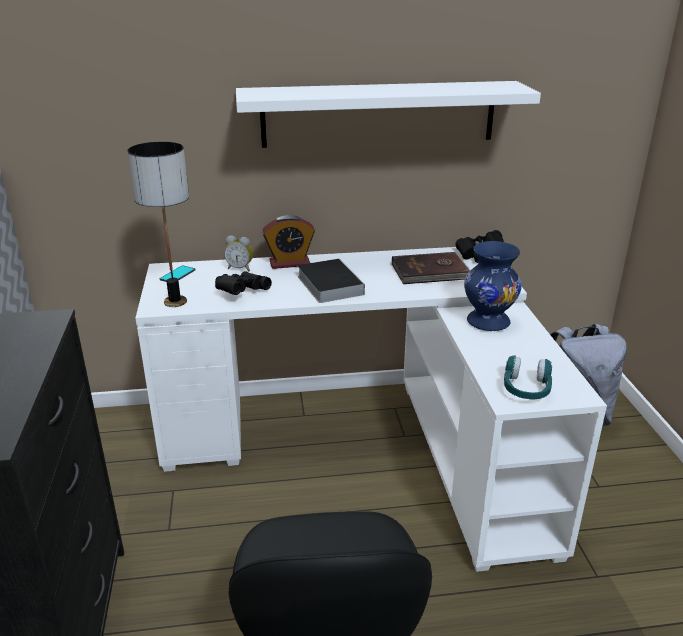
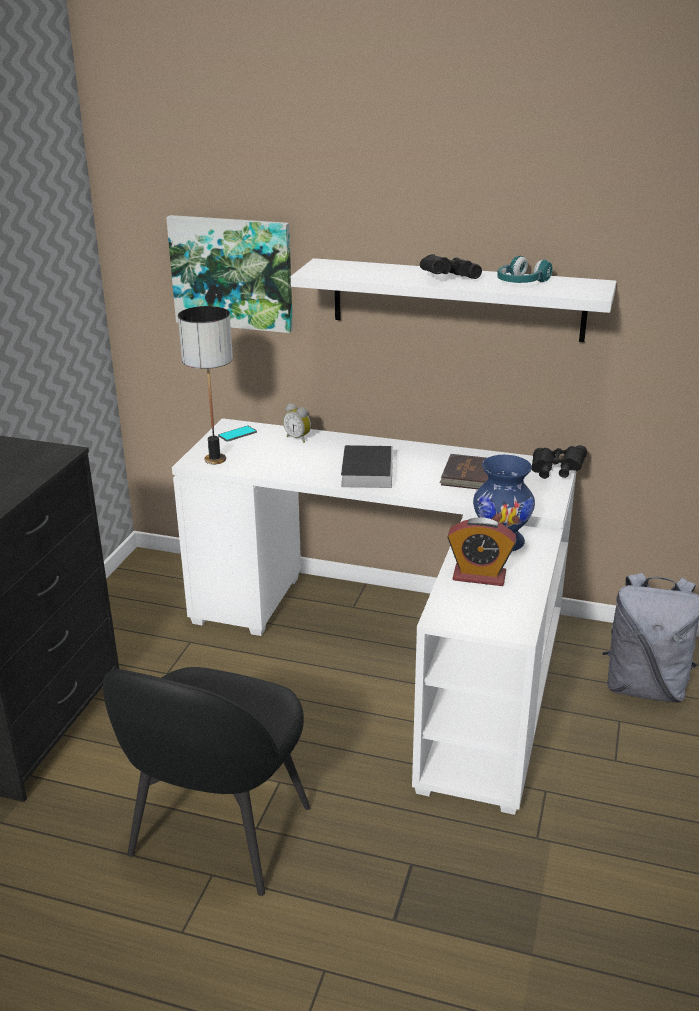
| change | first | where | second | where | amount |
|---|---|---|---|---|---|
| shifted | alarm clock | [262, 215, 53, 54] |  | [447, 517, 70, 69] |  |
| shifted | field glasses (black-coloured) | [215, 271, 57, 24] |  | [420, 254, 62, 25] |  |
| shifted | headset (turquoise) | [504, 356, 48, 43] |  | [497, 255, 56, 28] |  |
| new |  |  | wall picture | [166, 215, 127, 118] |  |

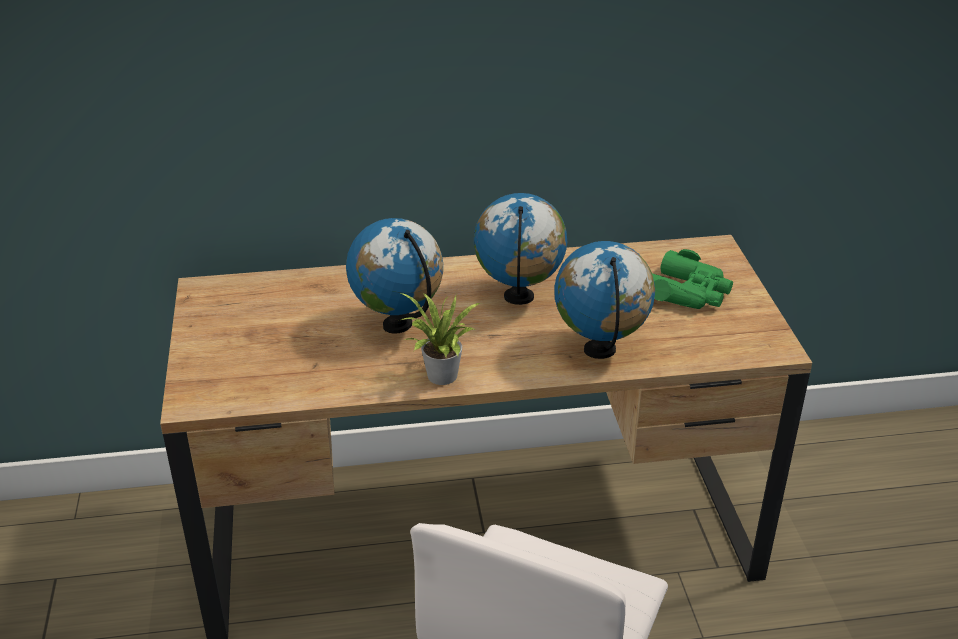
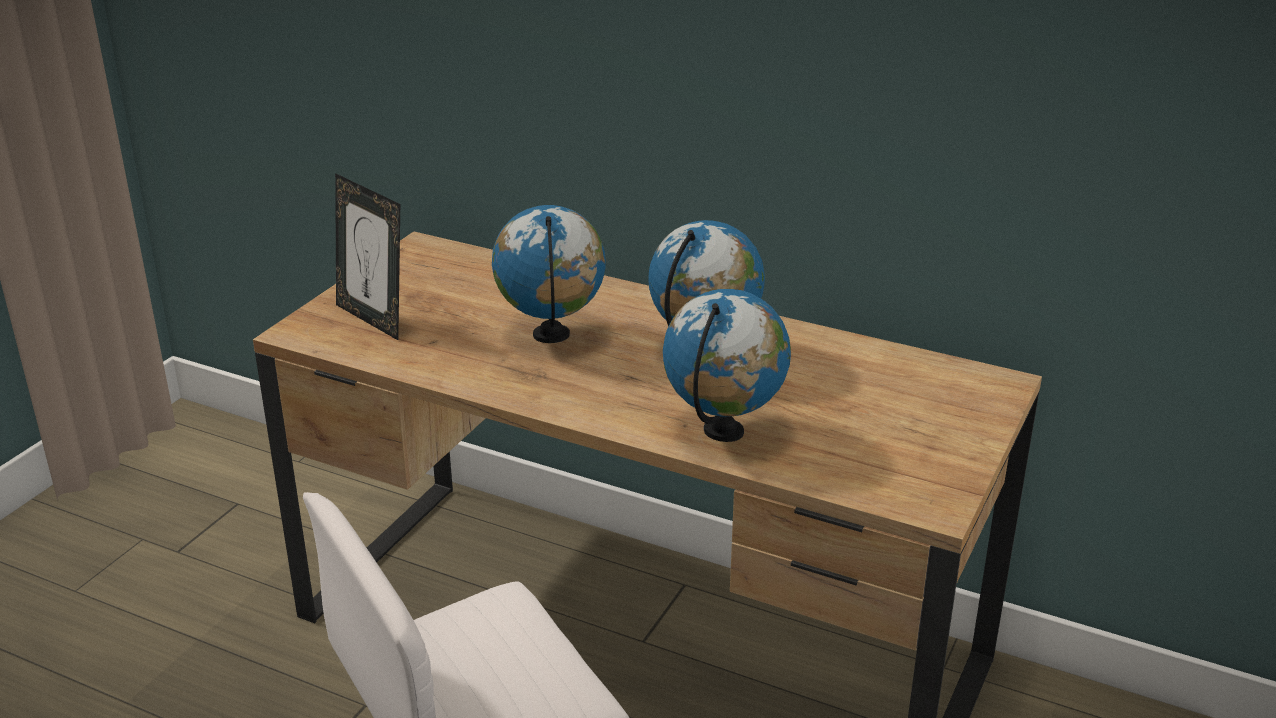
| change | first | where | second | where | amount |
|---|---|---|---|---|---|
| gone | field glasses (green-coloured) | [652, 249, 81, 60] |  |  |  |
| gone | potted plant | [399, 292, 81, 93] |  |  |  |
| new |  |  | photo frame | [335, 173, 65, 167] |  |

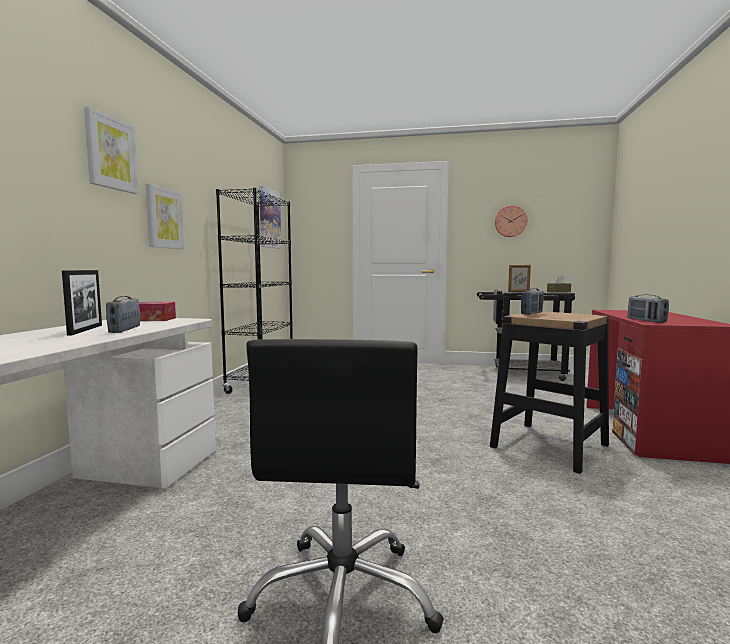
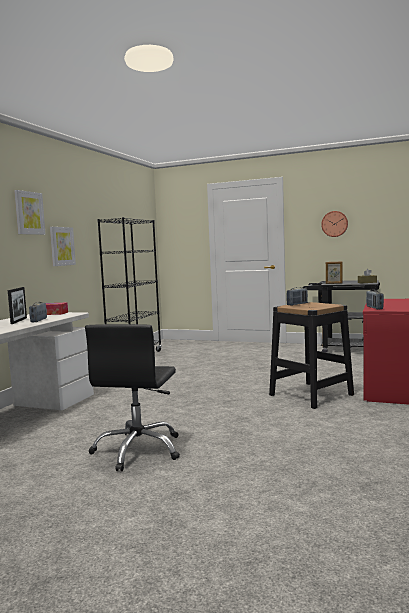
| change | first | where | second | where | amount |
|---|---|---|---|---|---|
| gone | wall picture | [259, 186, 22, 63] |  |  |  |

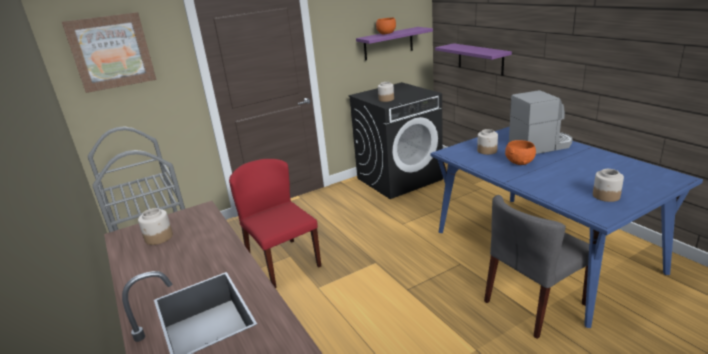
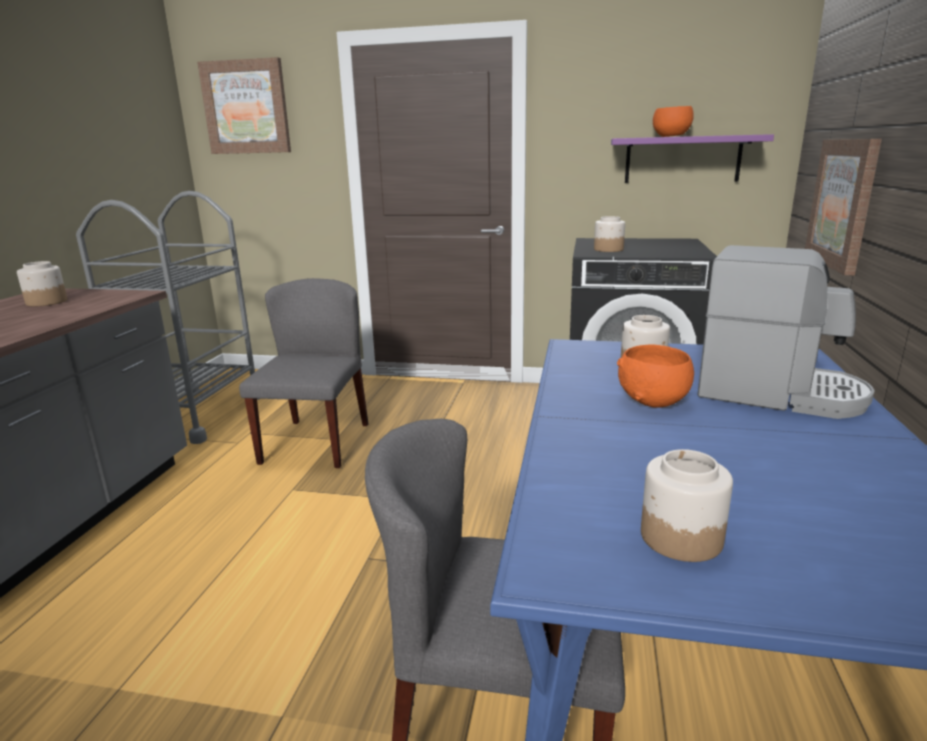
| change | first | where | second | where | amount |
|---|---|---|---|---|---|
| swapped | bracket shelf (purplish) | [435, 43, 77, 33] | wall picture | [805, 139, 77, 136] |  |
| repainted | plain chair (reddish) | [229, 159, 92, 129] | plain chair (gray) | [239, 278, 129, 190] |  |

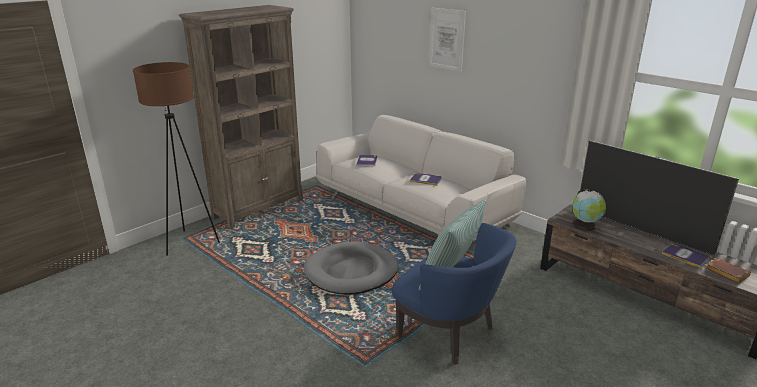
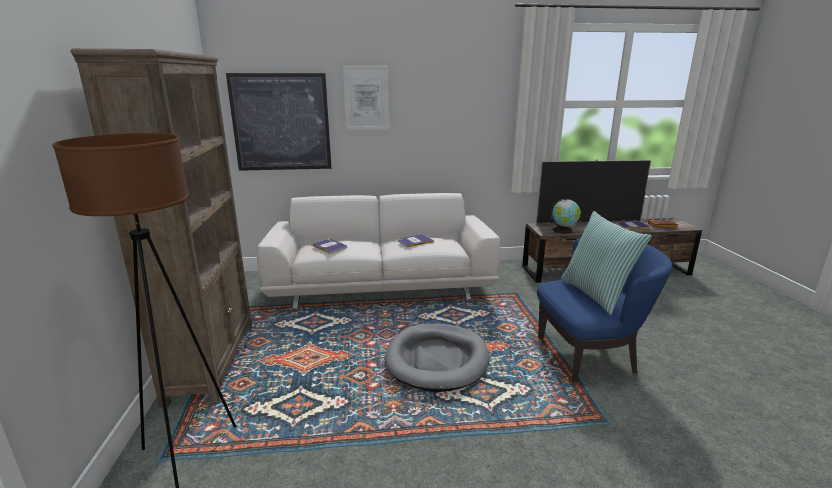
| change | first | where | second | where | amount |
|---|---|---|---|---|---|
| new |  |  | wall picture | [226, 73, 106, 98] |  |

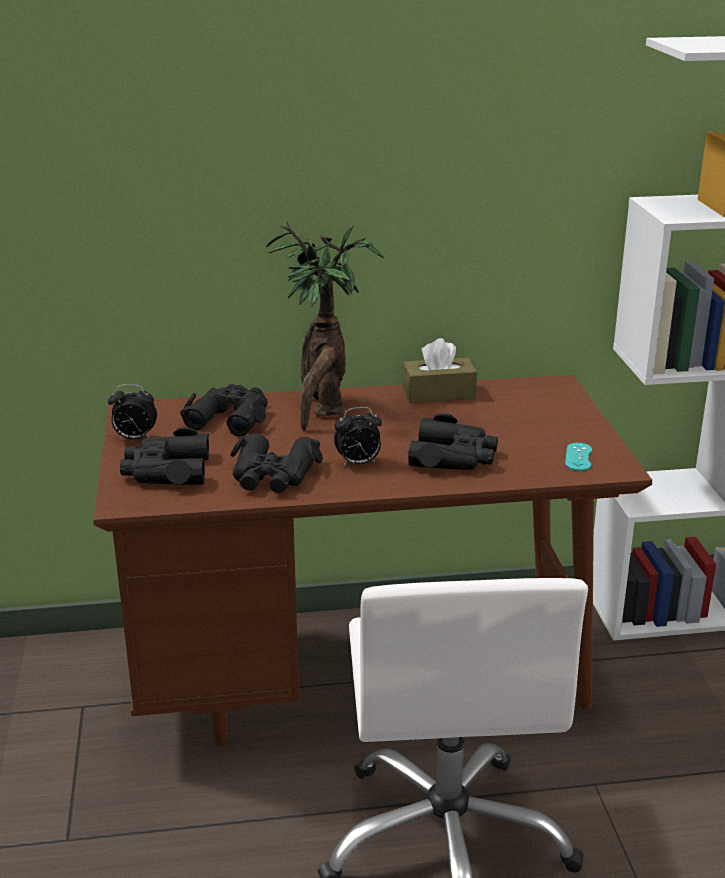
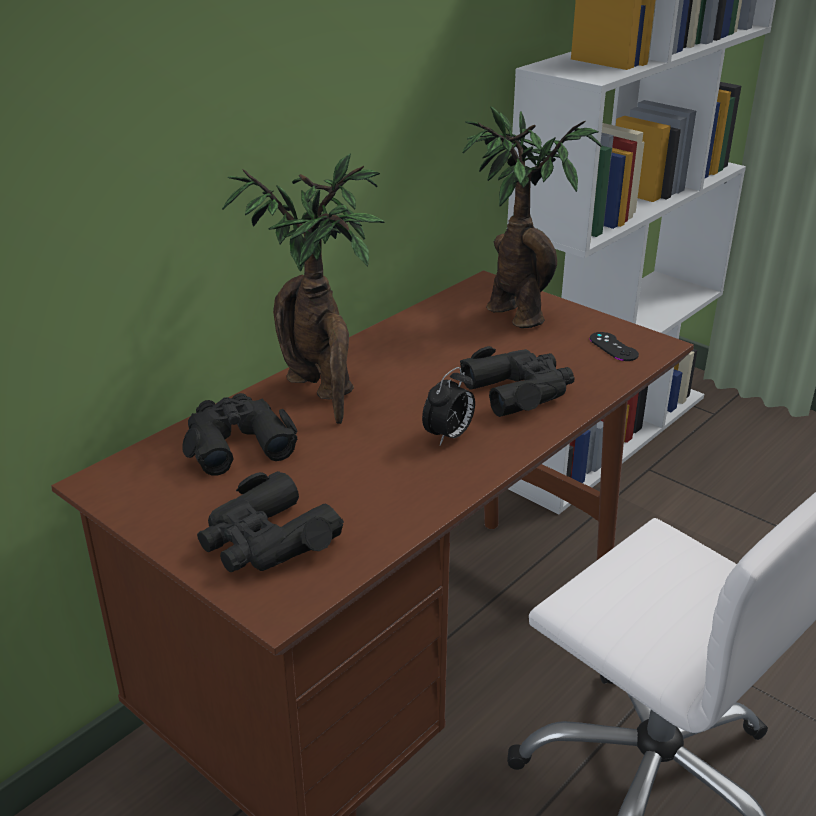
| change | first | where | second | where | amount |
|---|---|---|---|---|---|
| gone | tissue holder (brown) | [402, 338, 75, 65] |  |  |  |
| gone | alarm clock | [108, 384, 49, 56] |  |  |  |
| gone | field glasses (black-coloured) | [230, 433, 93, 60] |  |  |  |
| repainted | game controller (turquoise) | [565, 443, 27, 28] | game controller (black-coloured) | [590, 332, 49, 29] |  |
| new |  |  | potted plant | [463, 106, 139, 222] |  |

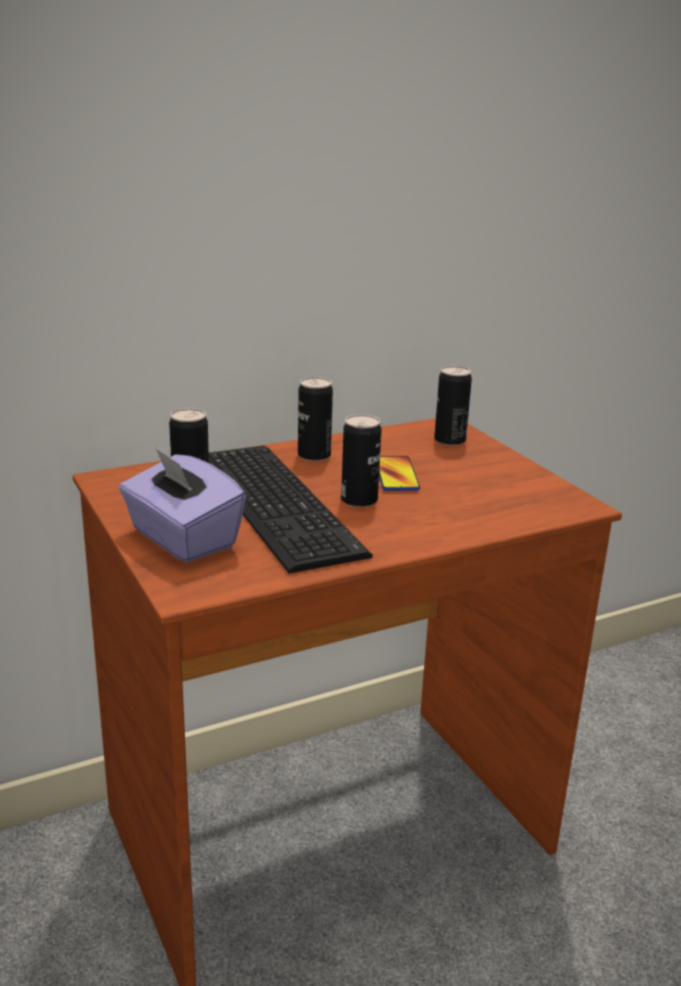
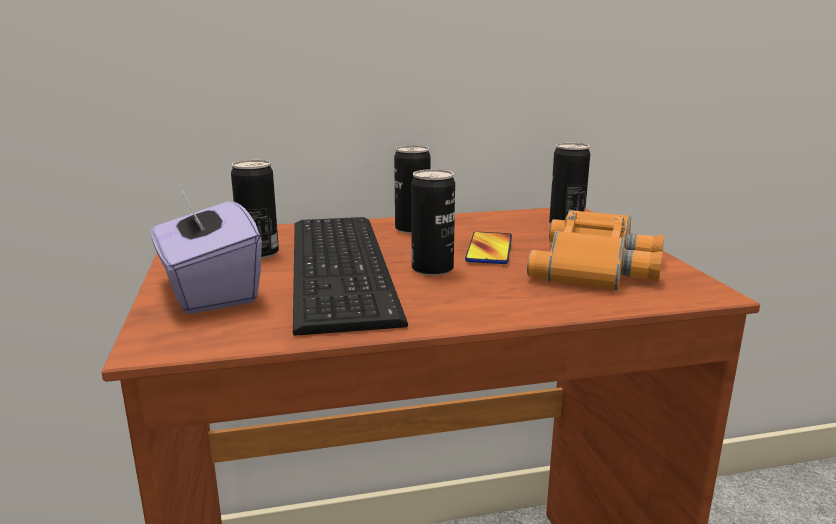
| change | first | where | second | where | amount |
|---|---|---|---|---|---|
| new |  |  | field glasses (orange) | [527, 210, 137, 80] |  |

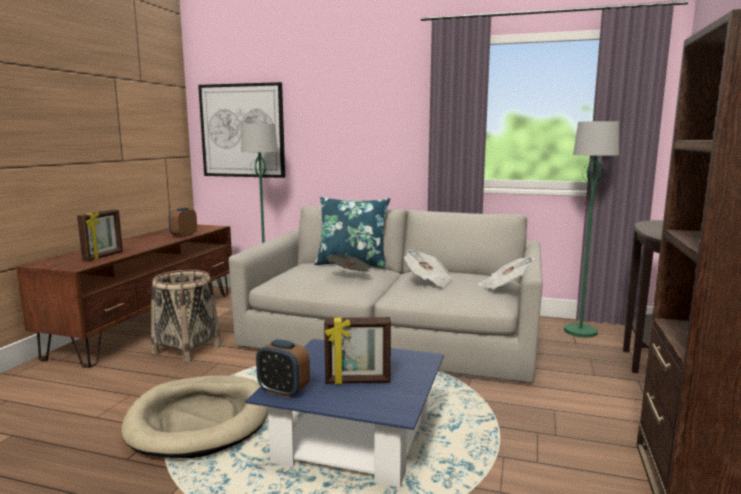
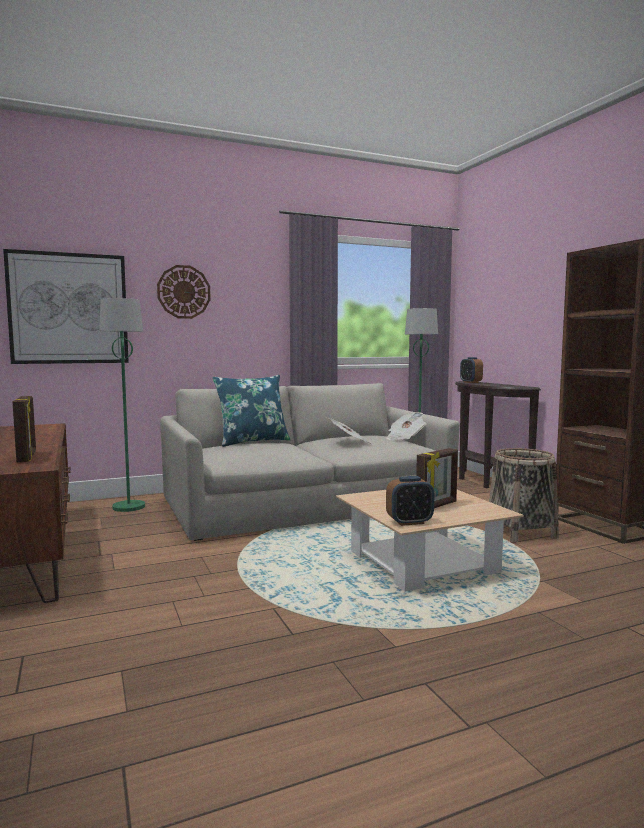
| change | first | where | second | where | amount |
|---|---|---|---|---|---|
| shifted | alarm clock | [169, 207, 28, 30] |  | [460, 357, 23, 26] |  |
| gone | newspaper | [325, 254, 46, 18] |  |  |  |
| shifted | household basket | [151, 270, 70, 93] |  | [489, 448, 70, 94] |  |
| repainted | low table (bluish) | [245, 339, 199, 148] | low table (beige-coloured) | [336, 490, 188, 101] |  |
| gone | dog cushion (beige-coloured) | [121, 376, 147, 82] |  |  |  |
| new |  |  | hanging clock | [157, 265, 54, 54] |  |

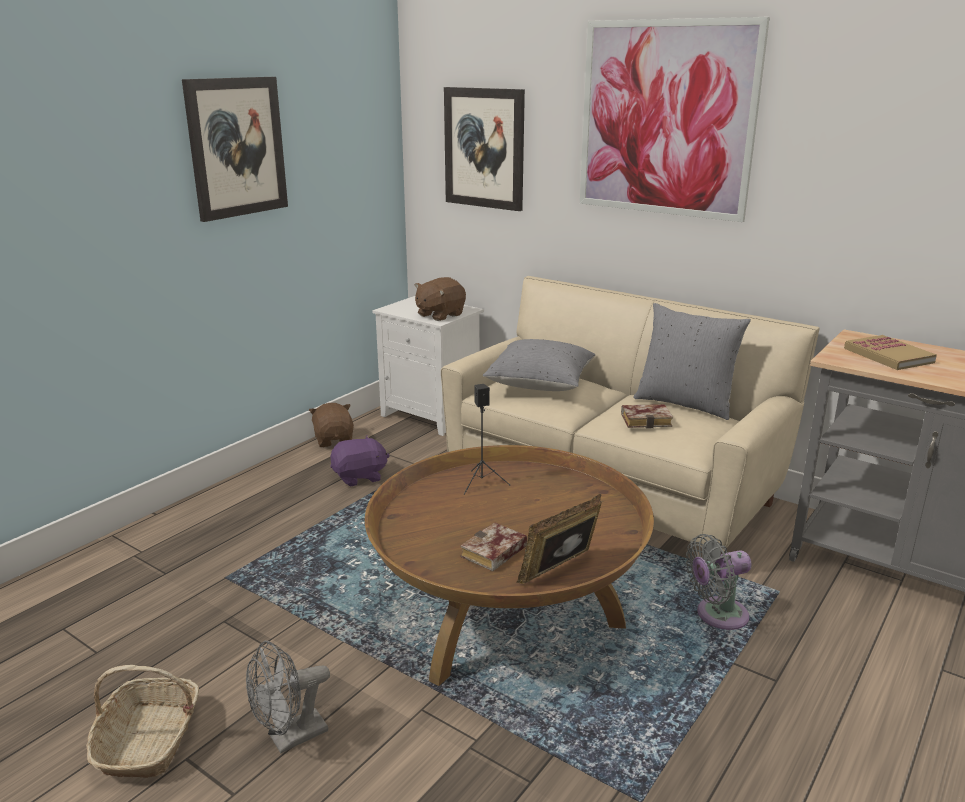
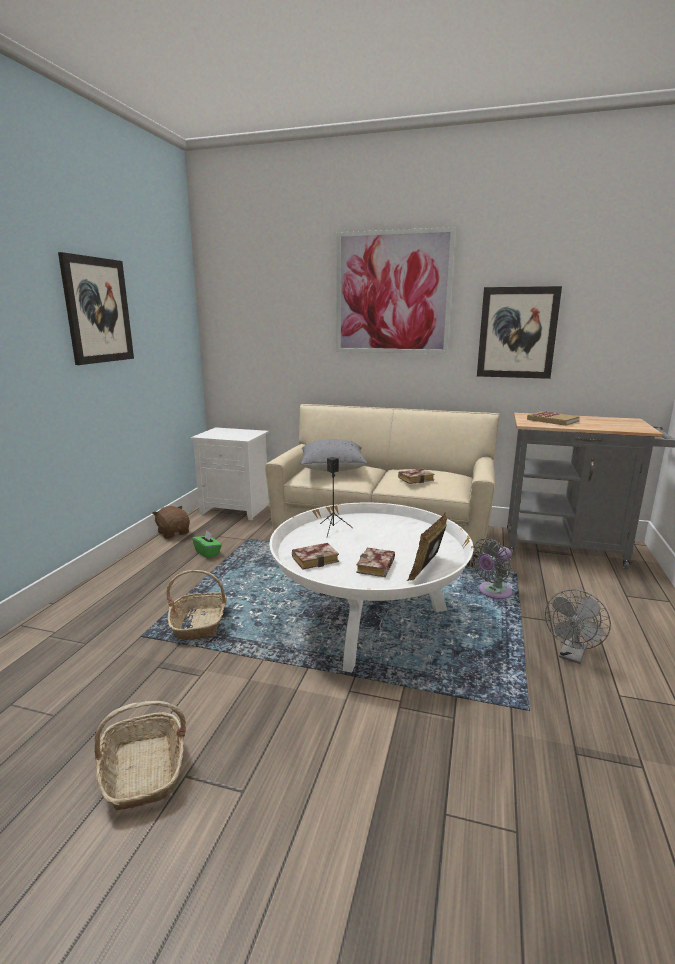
| change | first | where | second | where | amount |
|---|---|---|---|---|---|
| shifted | wall picture | [444, 87, 81, 124] |  | [477, 286, 85, 93] |  |
| gone | cuddly toy (brown) | [415, 277, 51, 44] |  |  |  |
| gone | pillow (gray) | [633, 303, 118, 117] |  |  |  |
| swapped | cuddly toy (purplish) | [330, 435, 60, 51] | tissue holder (green-coloured) | [192, 530, 30, 28] |  |
| repainted | low table (brown) | [365, 445, 289, 241] | low table (white-coloured) | [270, 503, 203, 170] |  |
| shifted | fan (gray) | [246, 641, 84, 112] |  | [545, 589, 66, 75] |  |
| new |  |  | bound book | [292, 543, 47, 27] |  |
| new |  |  | household basket | [167, 570, 60, 69] |  |

